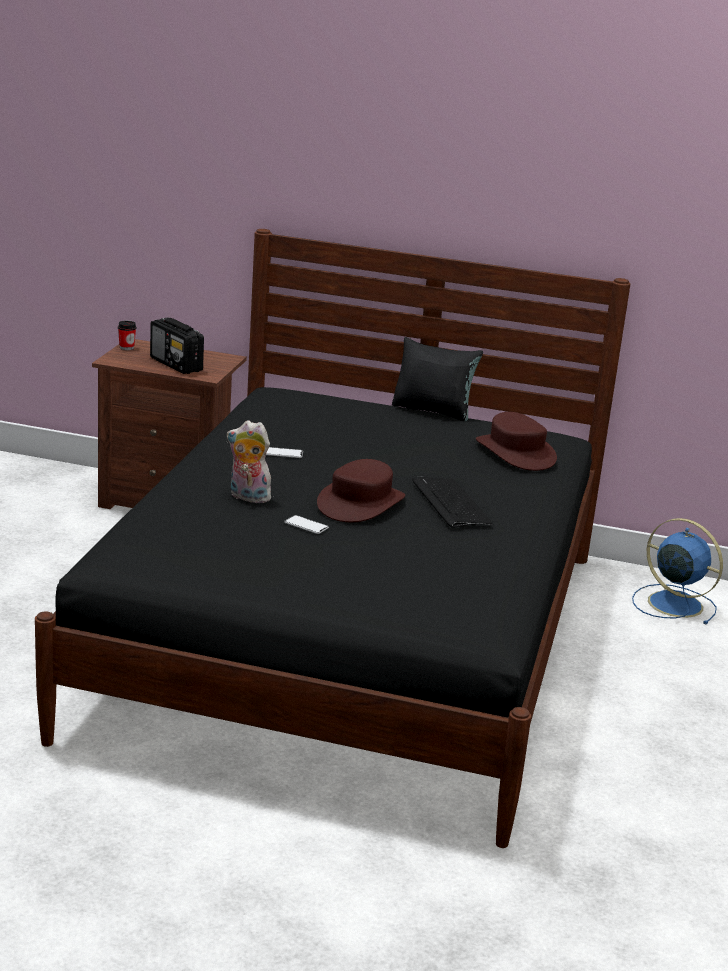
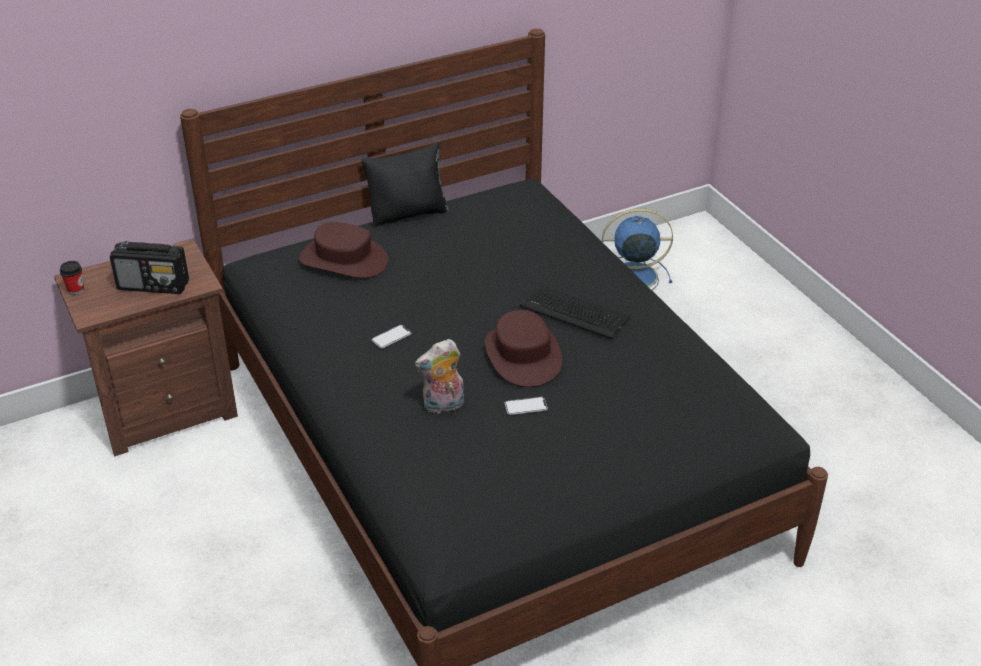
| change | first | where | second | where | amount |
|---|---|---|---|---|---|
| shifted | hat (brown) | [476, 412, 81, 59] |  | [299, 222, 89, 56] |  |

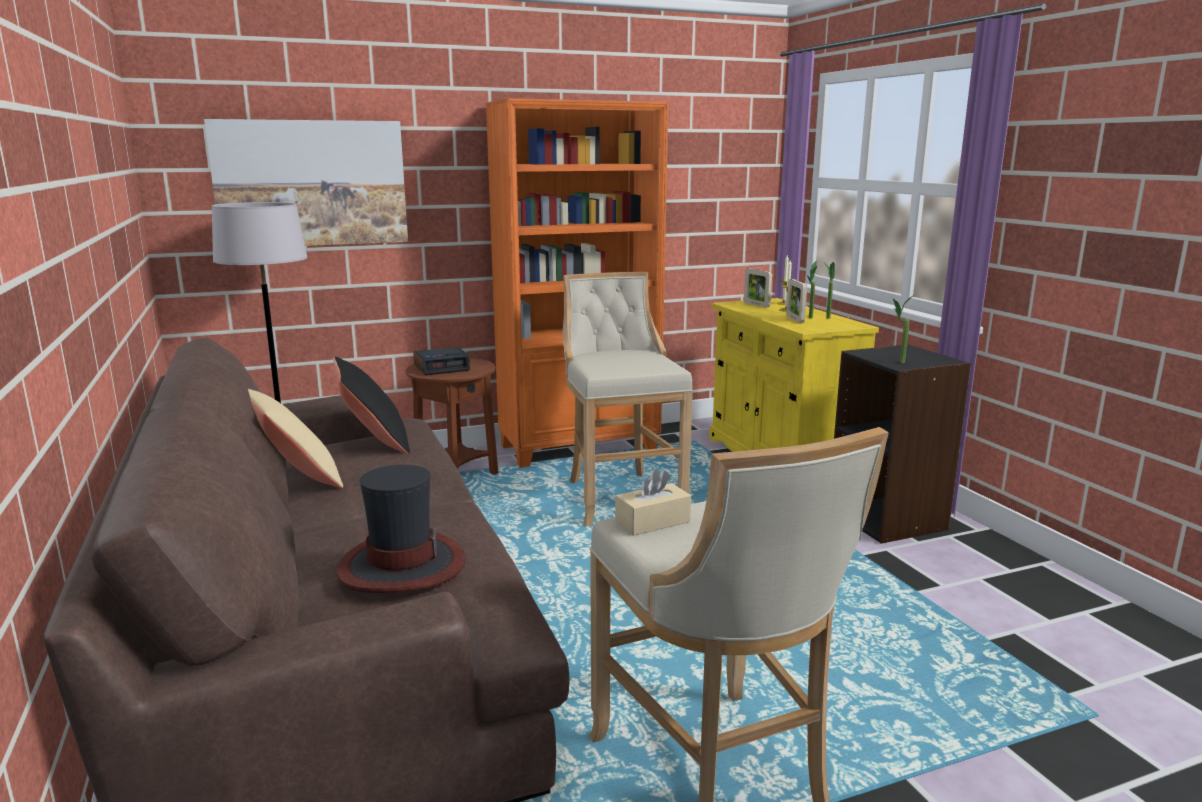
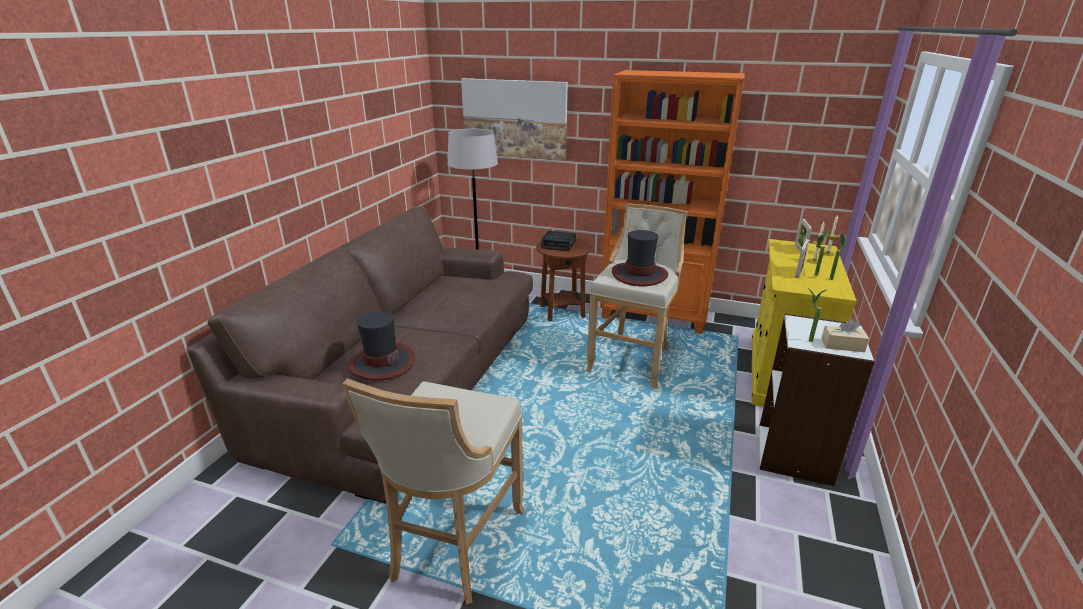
| change | first | where | second | where | amount |
|---|---|---|---|---|---|
| repainted | bookcase (black-coloured) | [834, 344, 137, 200] | bookcase (white-coloured) | [759, 314, 116, 172] |  |
| gone | pillow (black-coloured) | [333, 357, 77, 97] |  |  |  |
| gone | pillow (beige-coloured) | [248, 389, 95, 99] |  |  |  |
| shifted | tissue holder (beige-coloured) | [615, 469, 76, 67] |  | [821, 319, 48, 33] |  |
| new |  |  | hat | [612, 230, 56, 56] |  |

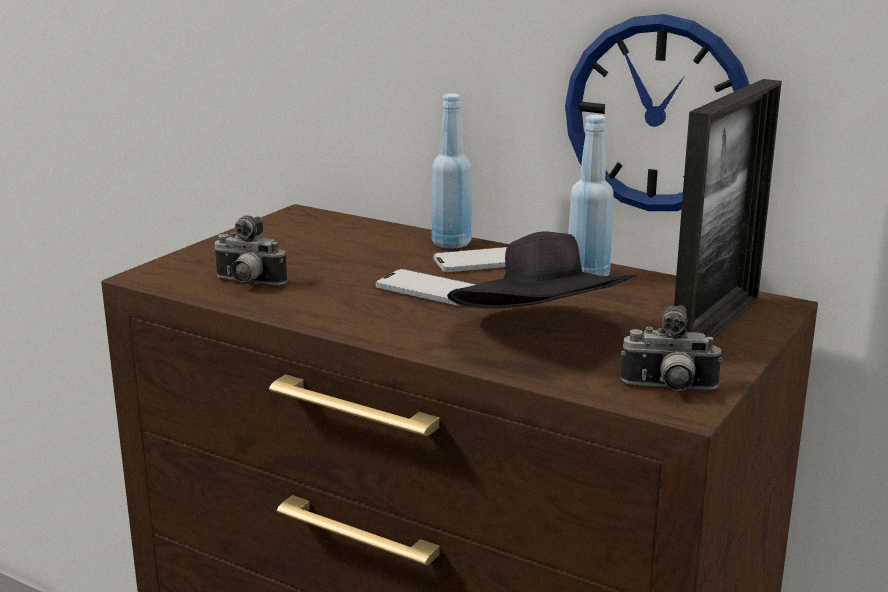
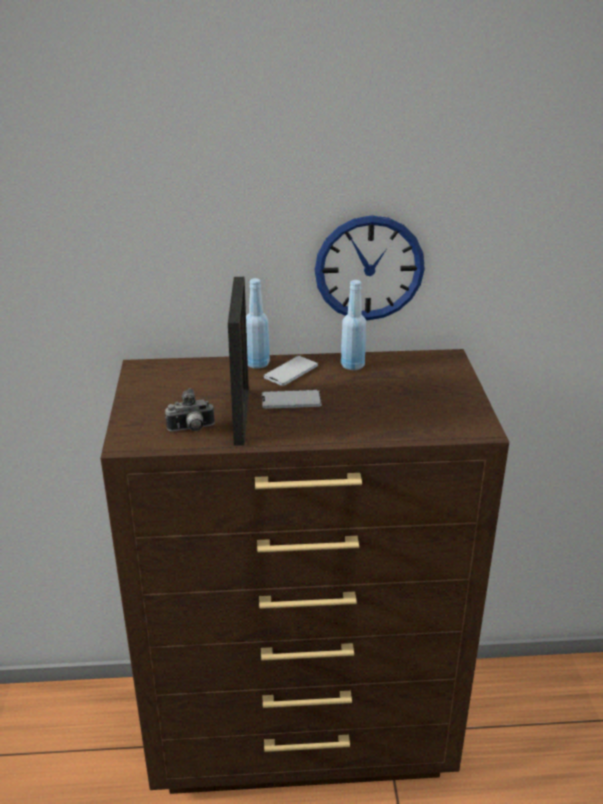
| change | first | where | second | where | amount |
|---|---|---|---|---|---|
| shifted | photo frame | [674, 79, 108, 261] |  | [228, 277, 21, 169] |  |
| gone | hat (black-coloured) | [447, 232, 189, 77] |  |  |  |
| gone | still camera | [621, 305, 101, 86] |  |  |  |

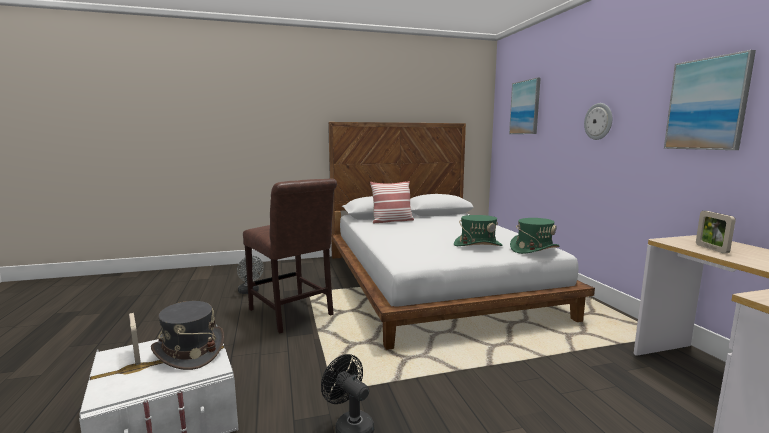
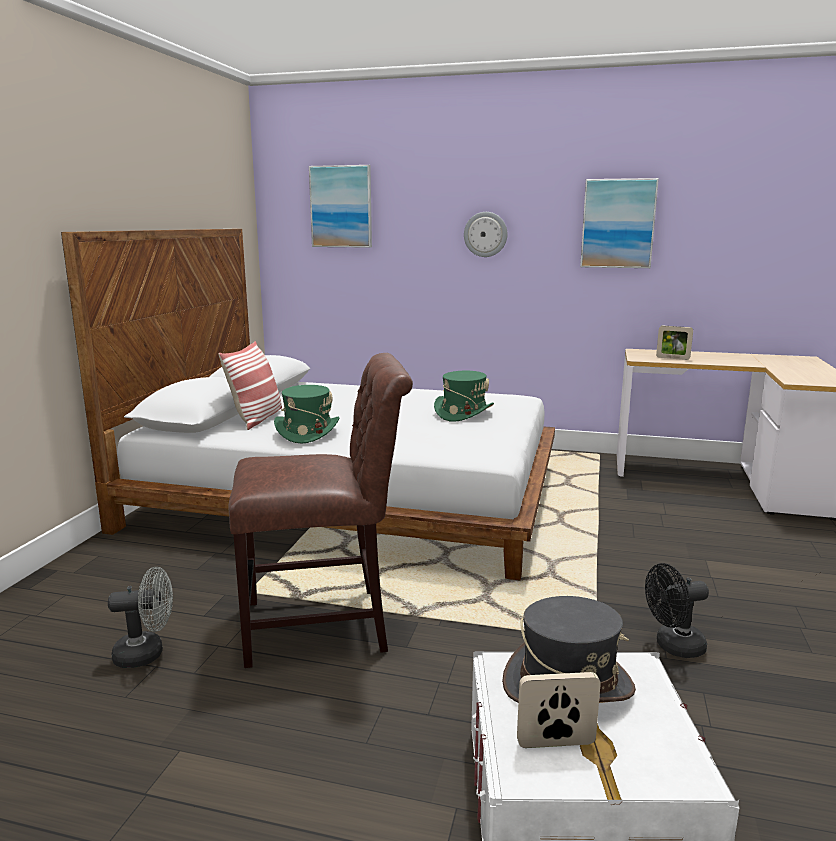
| change | first | where | second | where | amount |
|---|---|---|---|---|---|
| shifted | hat (green-coloured) | [510, 218, 49, 36] |  | [274, 385, 65, 59] |  |

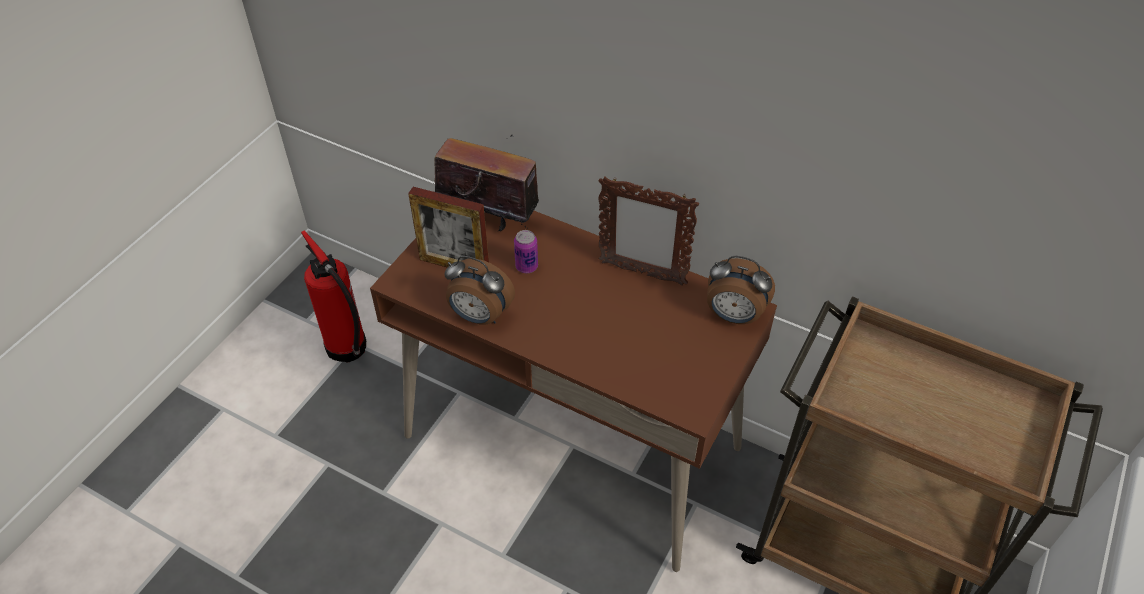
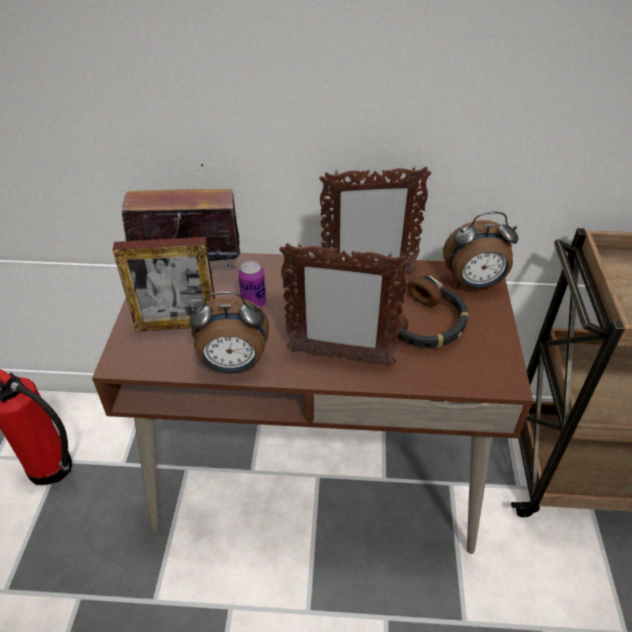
| change | first | where | second | where | amount |
|---|---|---|---|---|---|
| new |  |  | photo frame | [279, 242, 131, 124] |  |
| new |  |  | headset | [385, 276, 84, 72] |  |

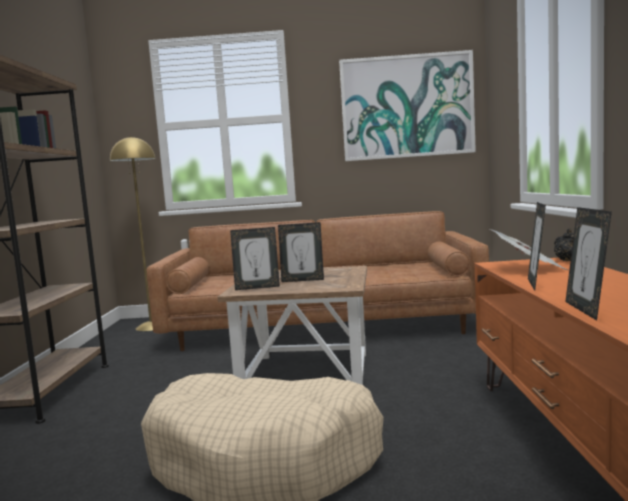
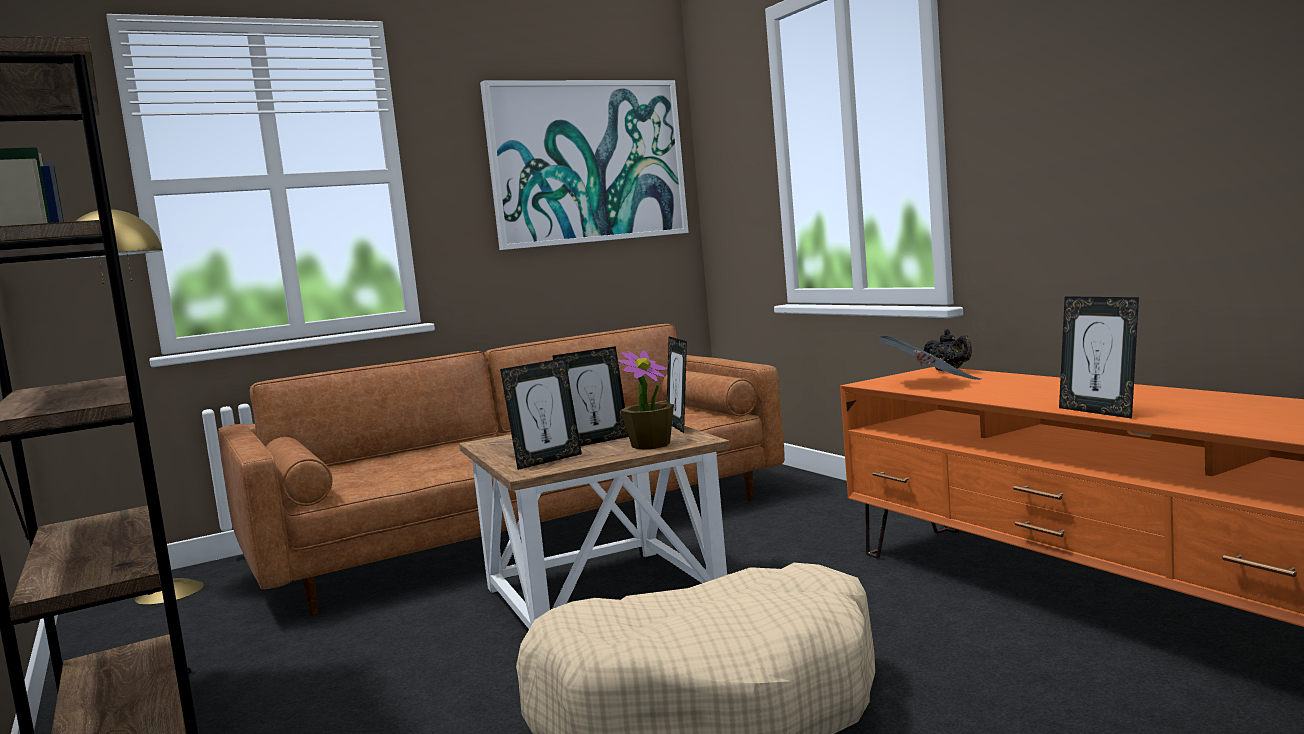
| change | first | where | second | where | amount |
|---|---|---|---|---|---|
| shifted | photo frame | [528, 202, 18, 89] |  | [667, 337, 20, 96] |  |
| new |  |  | potted plant | [618, 350, 56, 100] |  |

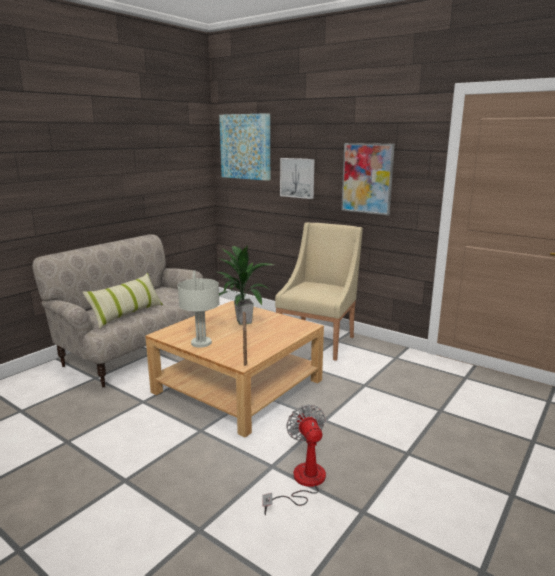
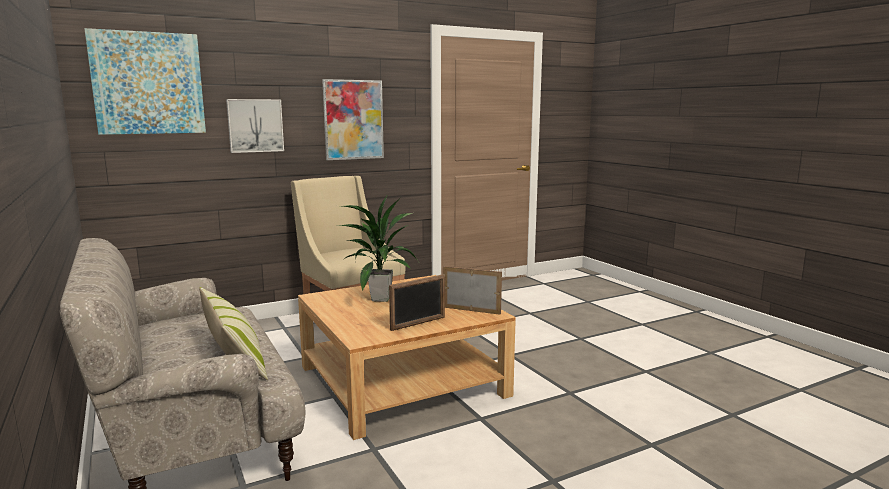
| change | first | where | second | where | amount |
|---|---|---|---|---|---|
| swapped | lamp for a table (gray) | [178, 270, 42, 78] | photo frame | [389, 274, 56, 57] |  |
| gone | fan | [262, 404, 64, 111] |  |  |  |

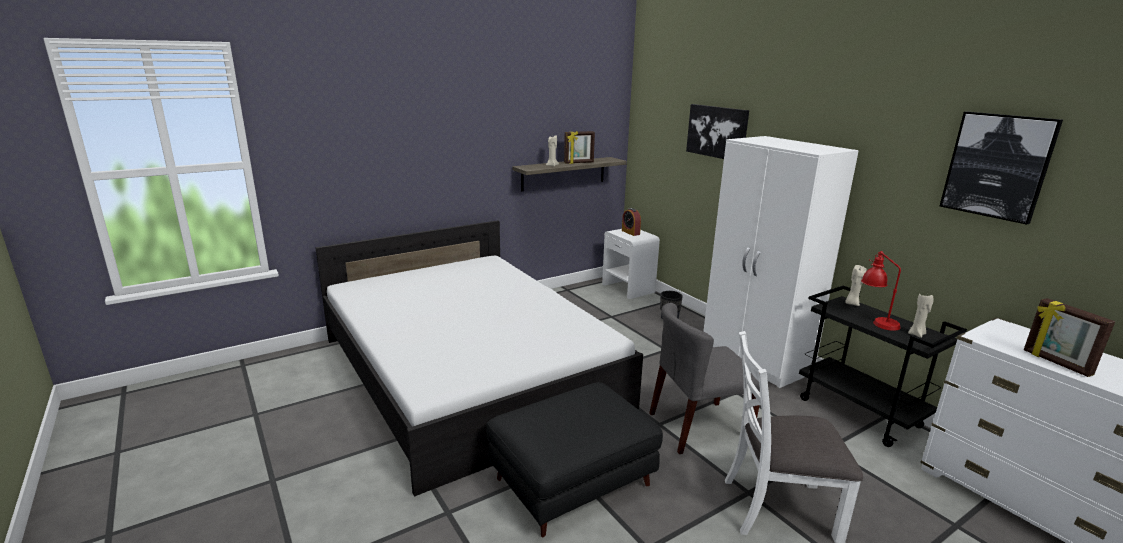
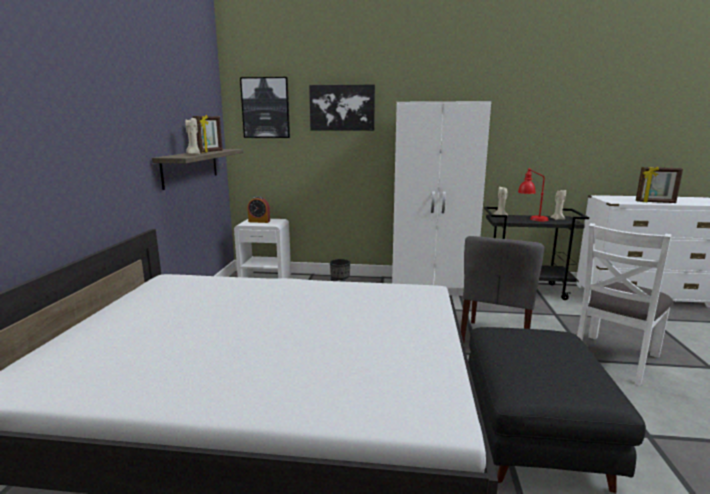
| change | first | where | second | where | amount |
|---|---|---|---|---|---|
| shifted | wall picture | [940, 112, 123, 113] |  | [240, 77, 50, 61] |  |

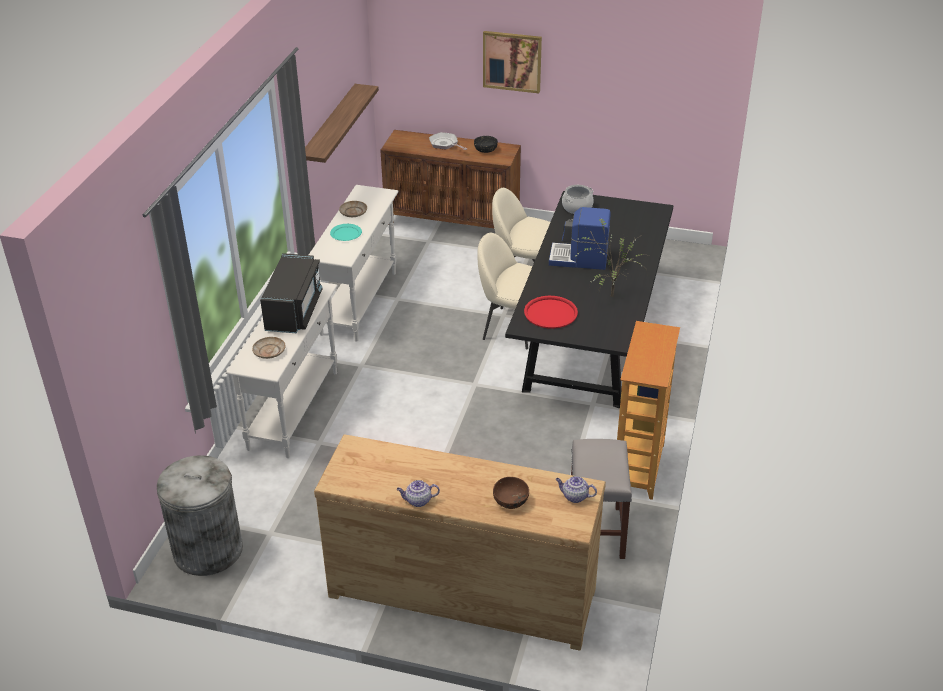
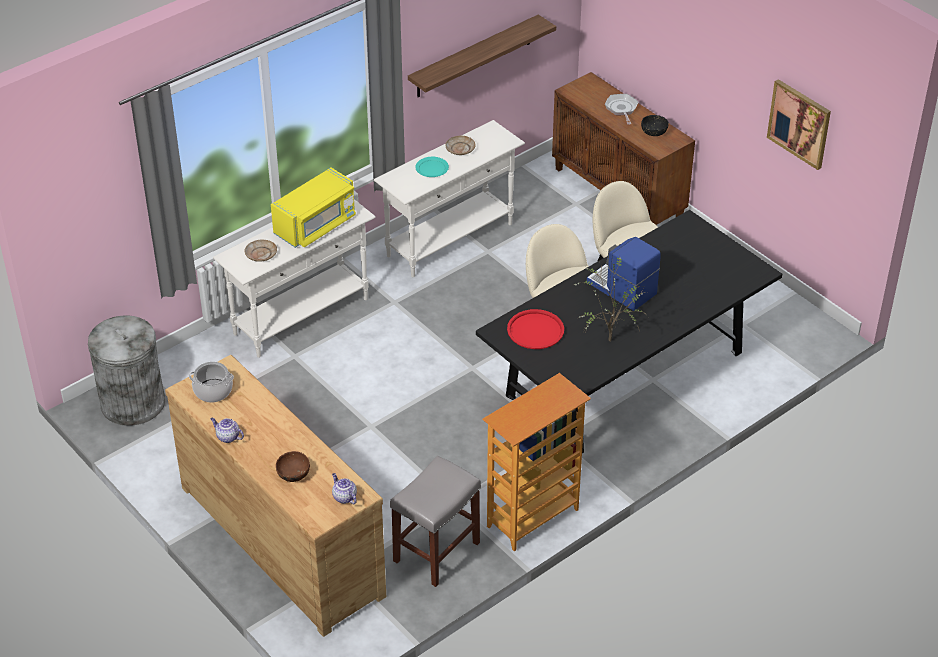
| change | first | where | second | where | amount |
|---|---|---|---|---|---|
| shifted | wall picture | [483, 31, 59, 62] |  | [767, 79, 64, 91] |  |
| shifted | cooking pot | [562, 185, 32, 29] |  | [189, 362, 45, 41] |  |
| repainted | kitchen microwave (black-coloured) | [260, 253, 63, 80] | kitchen microwave (yellowish) | [271, 168, 85, 80] |  |

